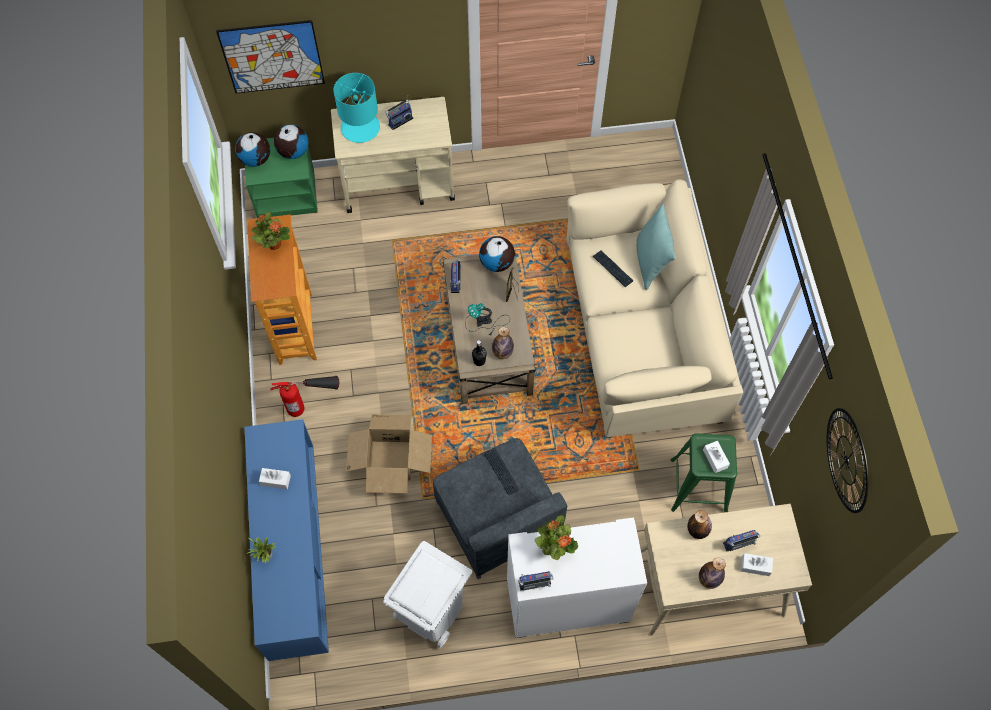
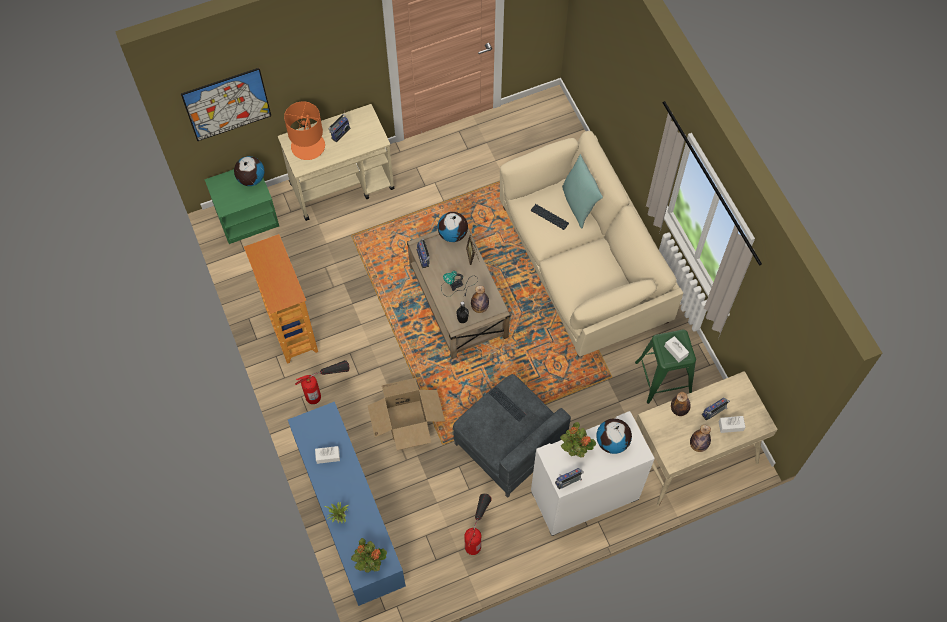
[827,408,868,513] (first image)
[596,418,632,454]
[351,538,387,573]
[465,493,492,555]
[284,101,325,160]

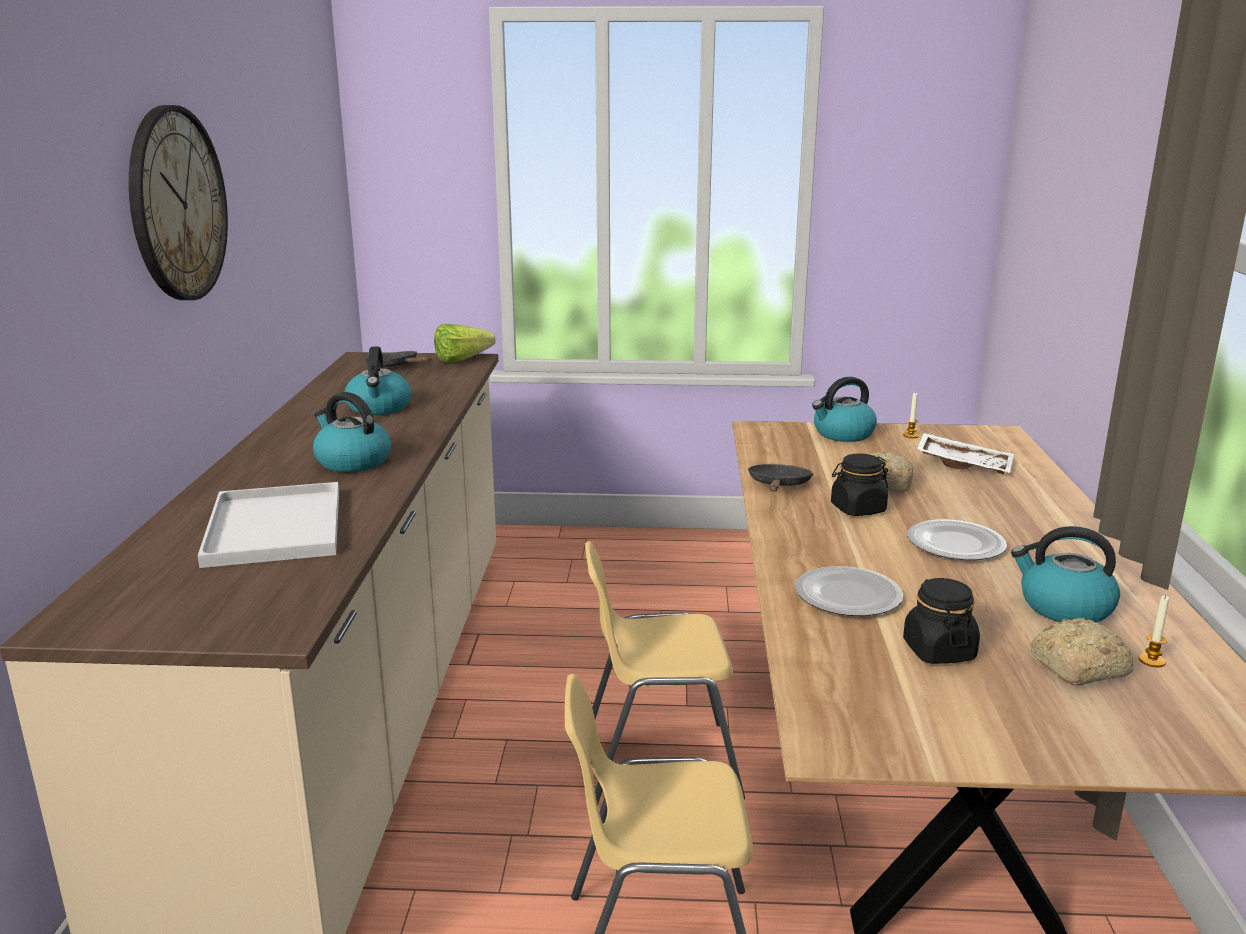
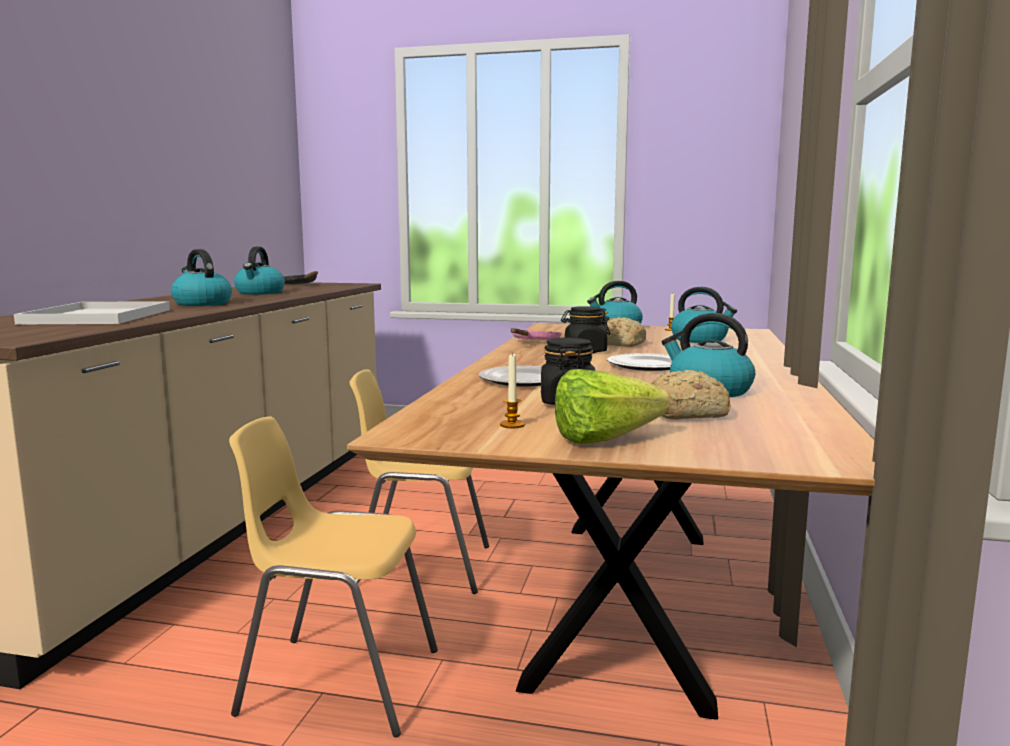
[129,105,228,300] (first image)
[555,369,669,444]
[500,352,525,428]
[671,287,737,343]
[511,328,562,340]

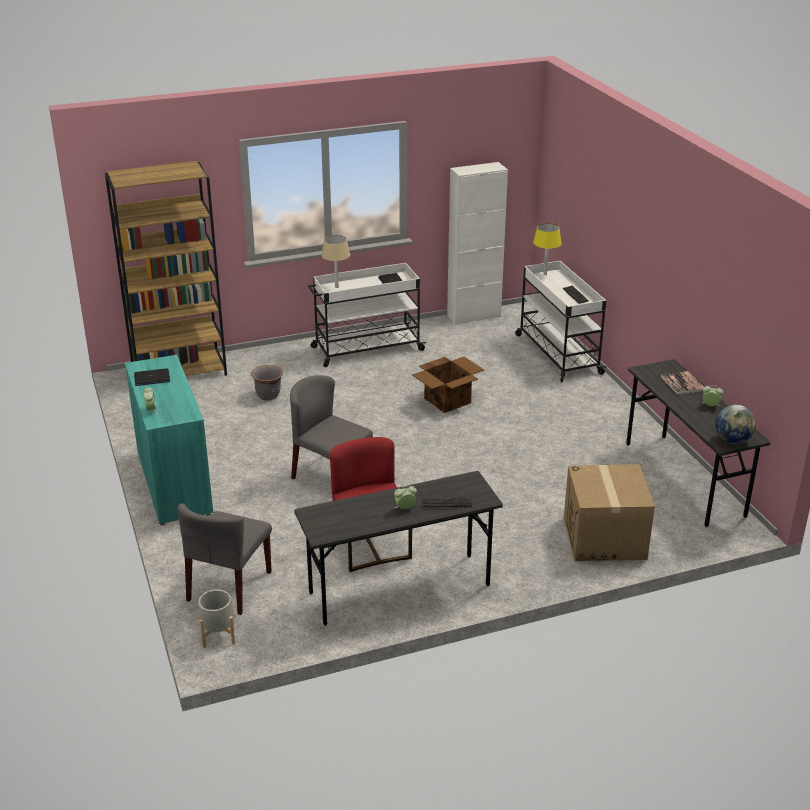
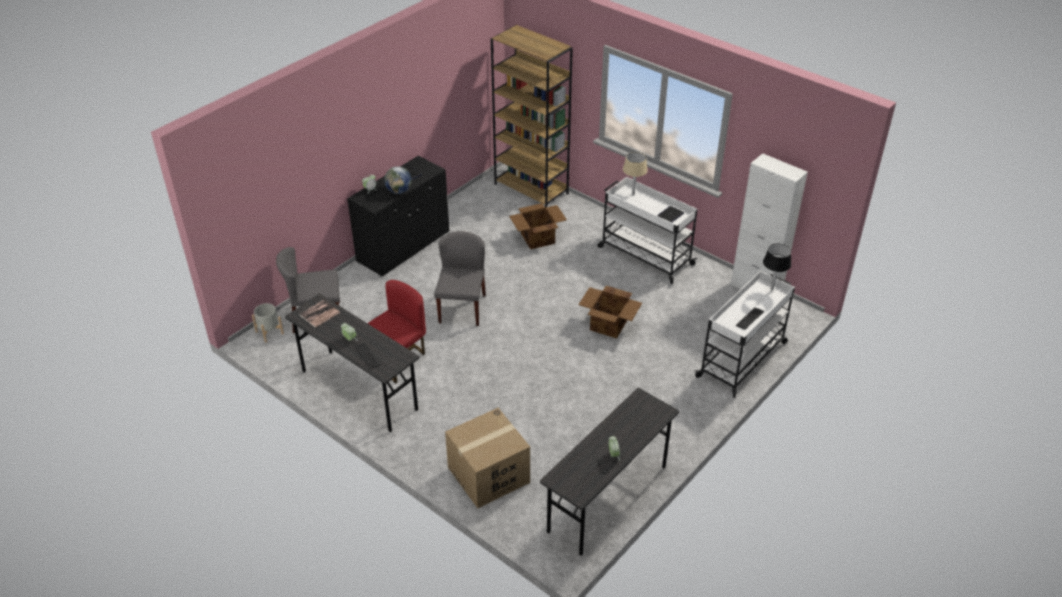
[300,300,340,328]
[384,166,412,194]
[509,203,567,249]
[347,156,449,277]
[763,244,791,290]

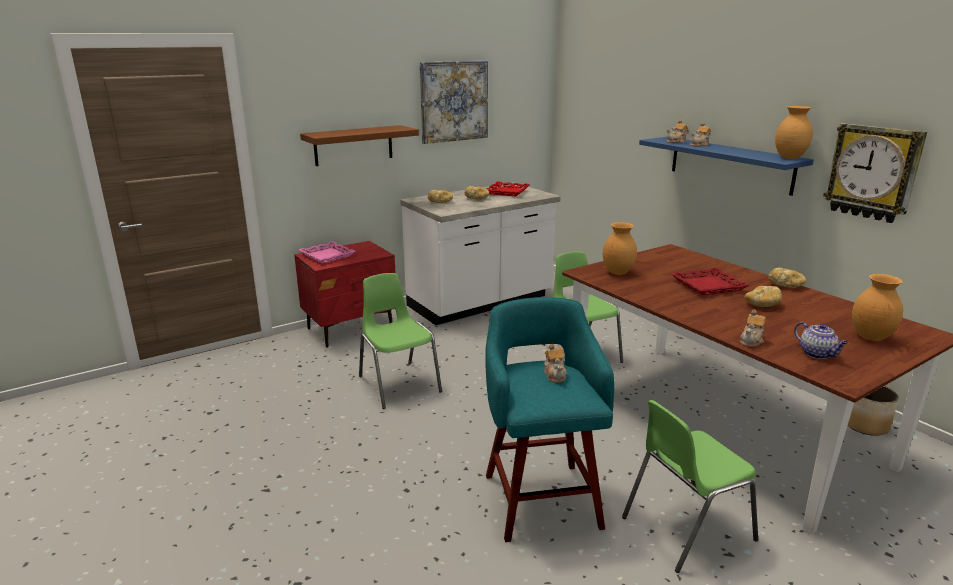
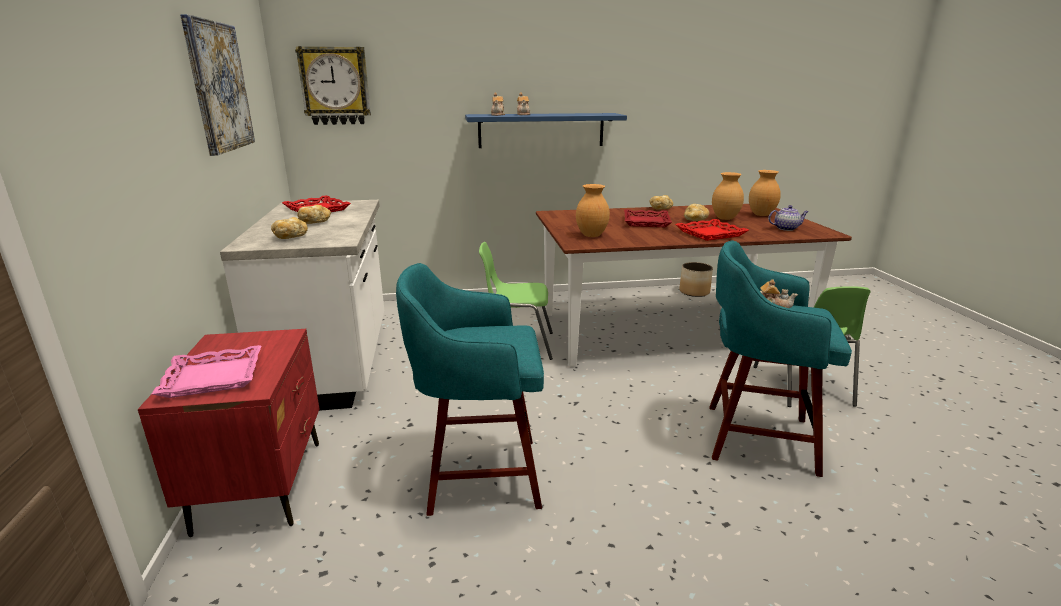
[300,125,419,166] (first image)
[740,309,766,347] (first image)
[675,219,749,241]
[712,172,744,220]
[295,46,371,125]
[396,263,544,516]

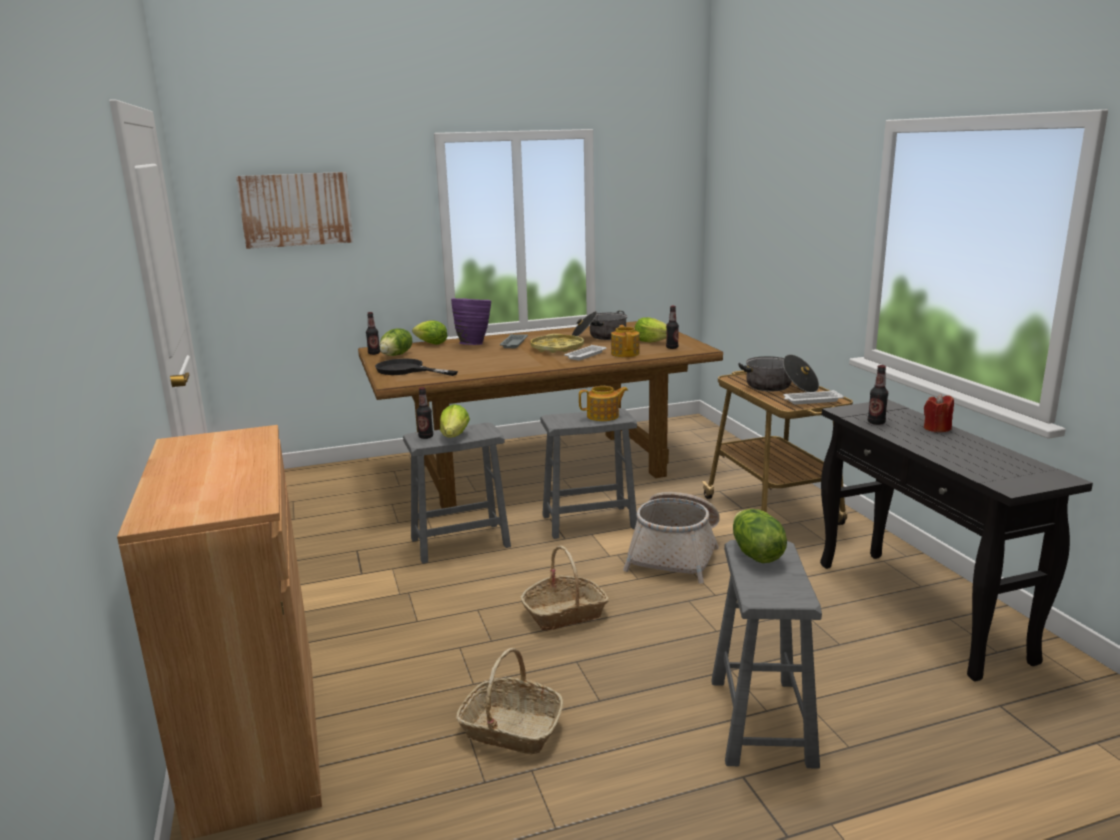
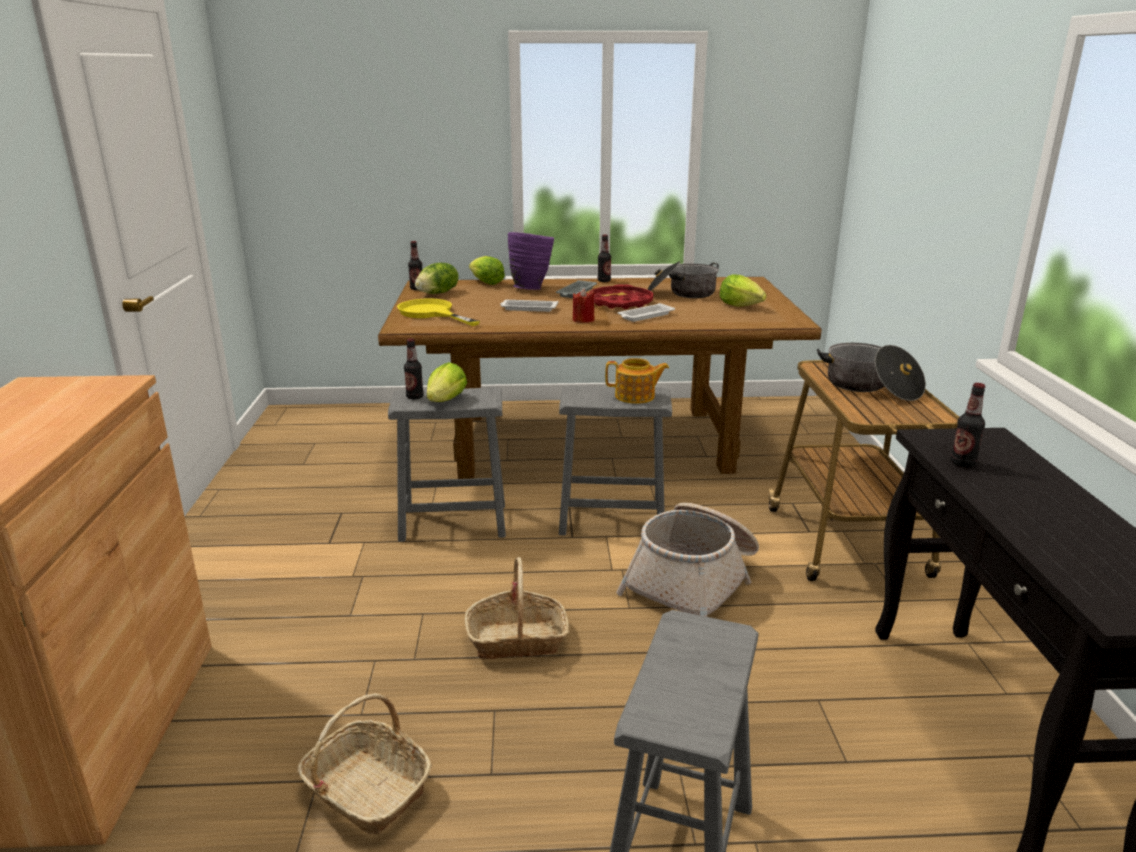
[236,172,353,249] (first image)
[611,325,640,357] (first image)
[733,509,787,563] (first image)
[598,235,611,282]
[500,300,558,312]
[573,288,595,323]
[397,299,480,326]
[589,284,653,309]

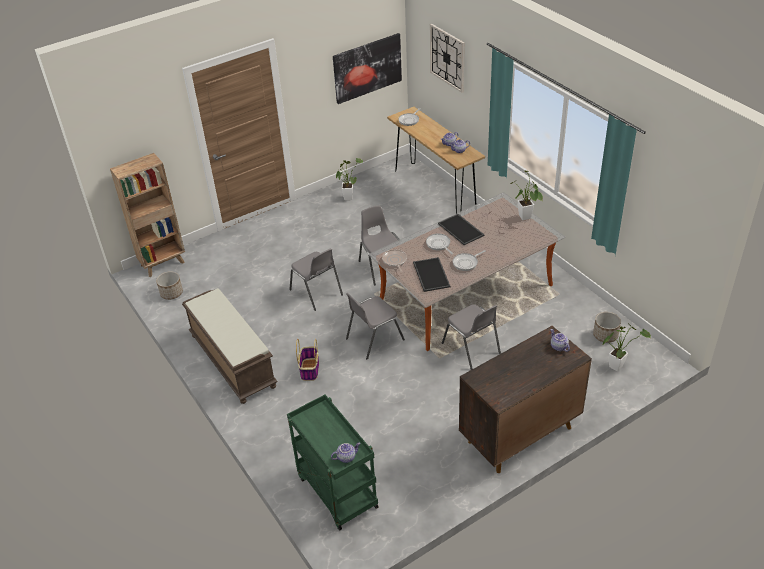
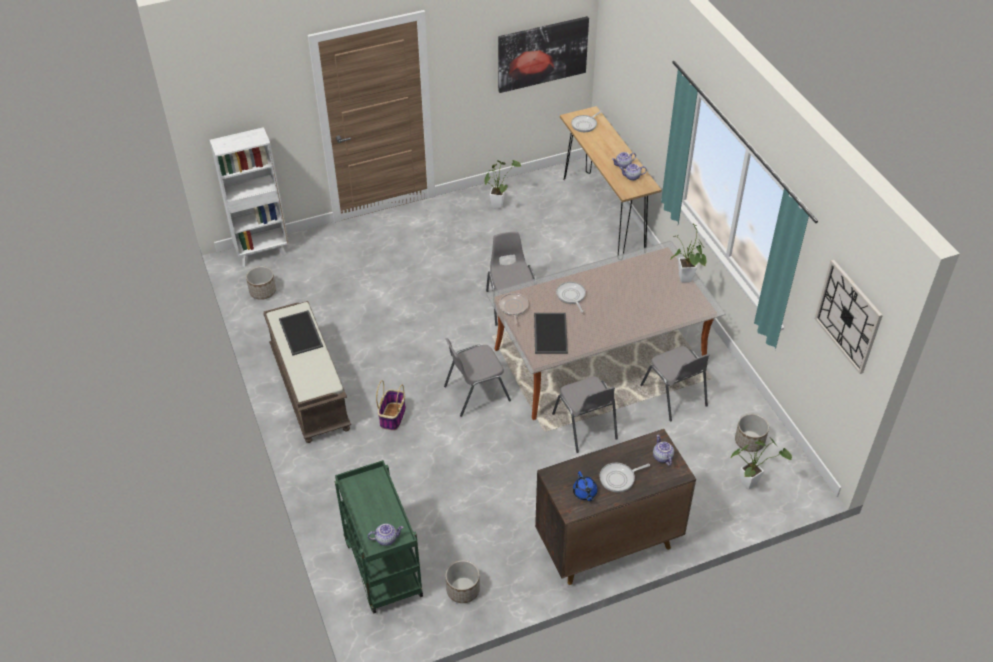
[445,560,480,603]
[573,471,598,501]
[640,346,710,421]
[815,260,883,374]
[279,310,323,356]
[599,463,650,492]
[210,127,289,267]

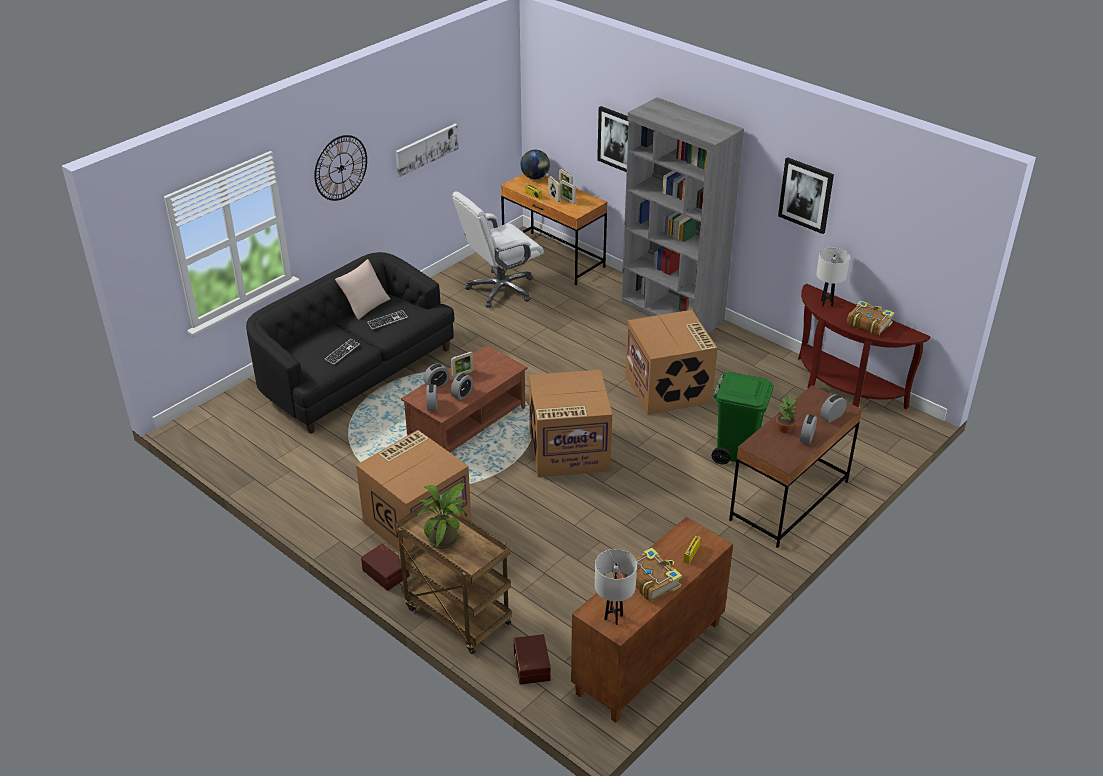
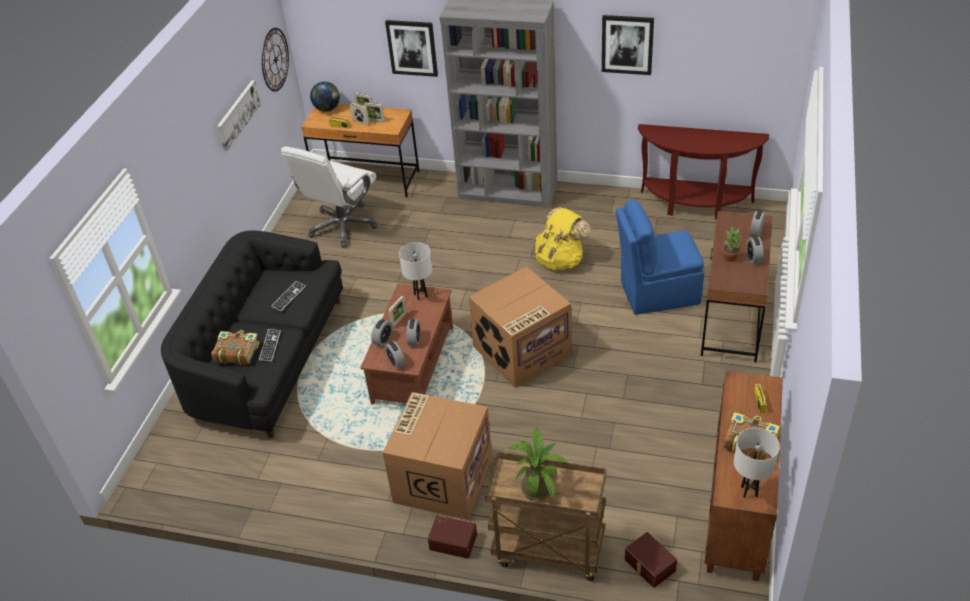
[335,259,390,320] (first image)
[262,28,289,92]
[399,242,432,301]
[211,330,260,365]
[535,207,590,270]
[616,199,704,315]

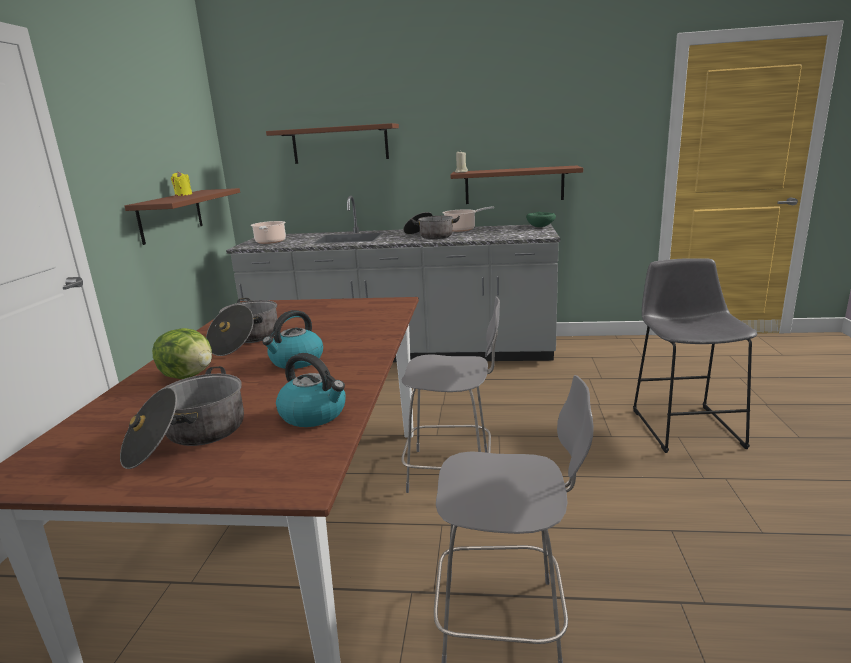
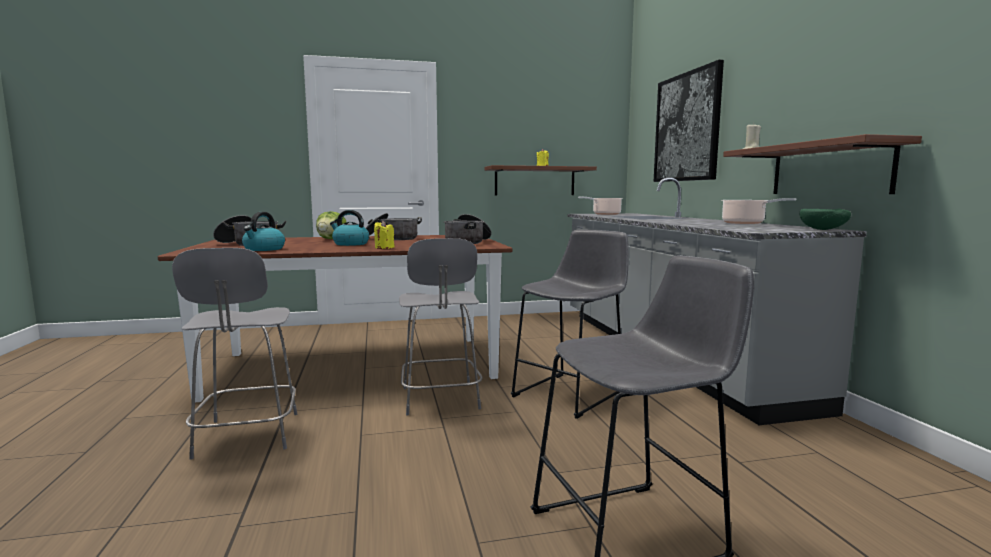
[374,221,394,249]
[511,230,629,419]
[444,214,491,244]
[654,60,724,182]

